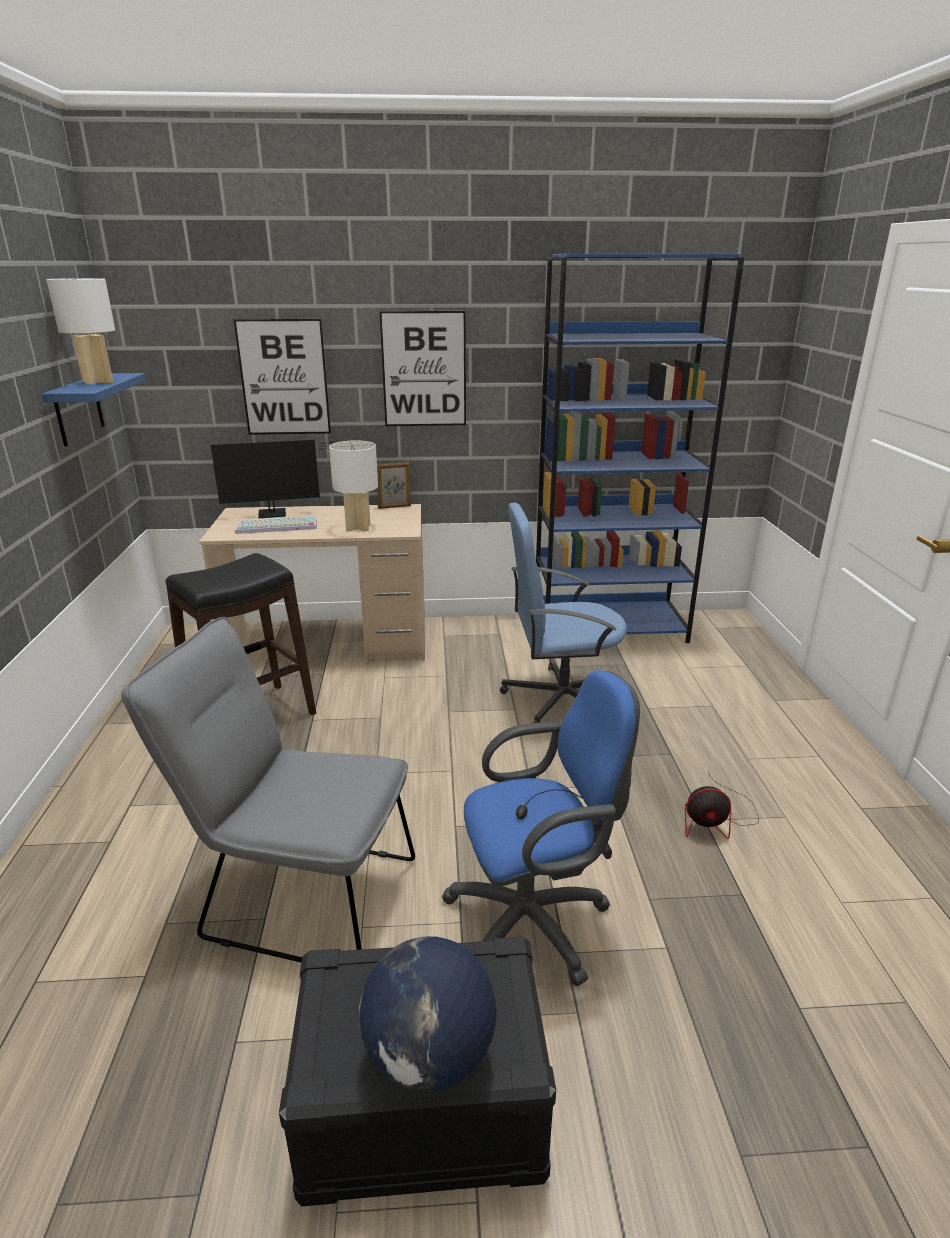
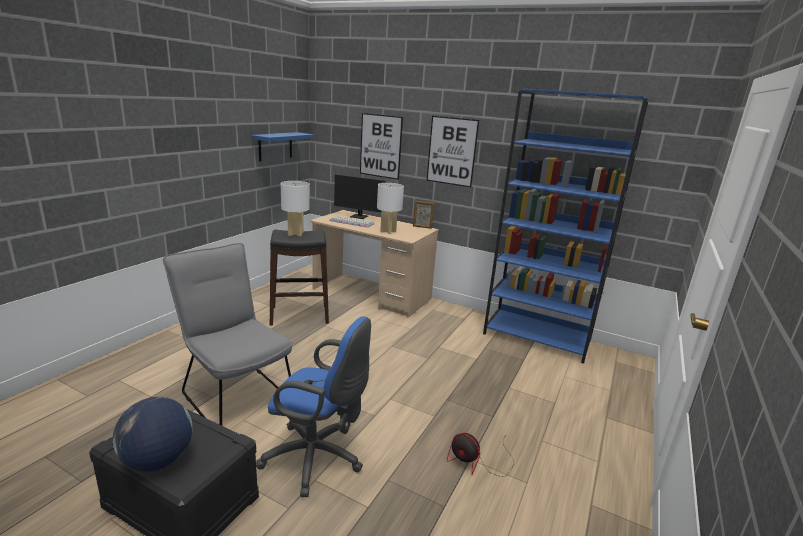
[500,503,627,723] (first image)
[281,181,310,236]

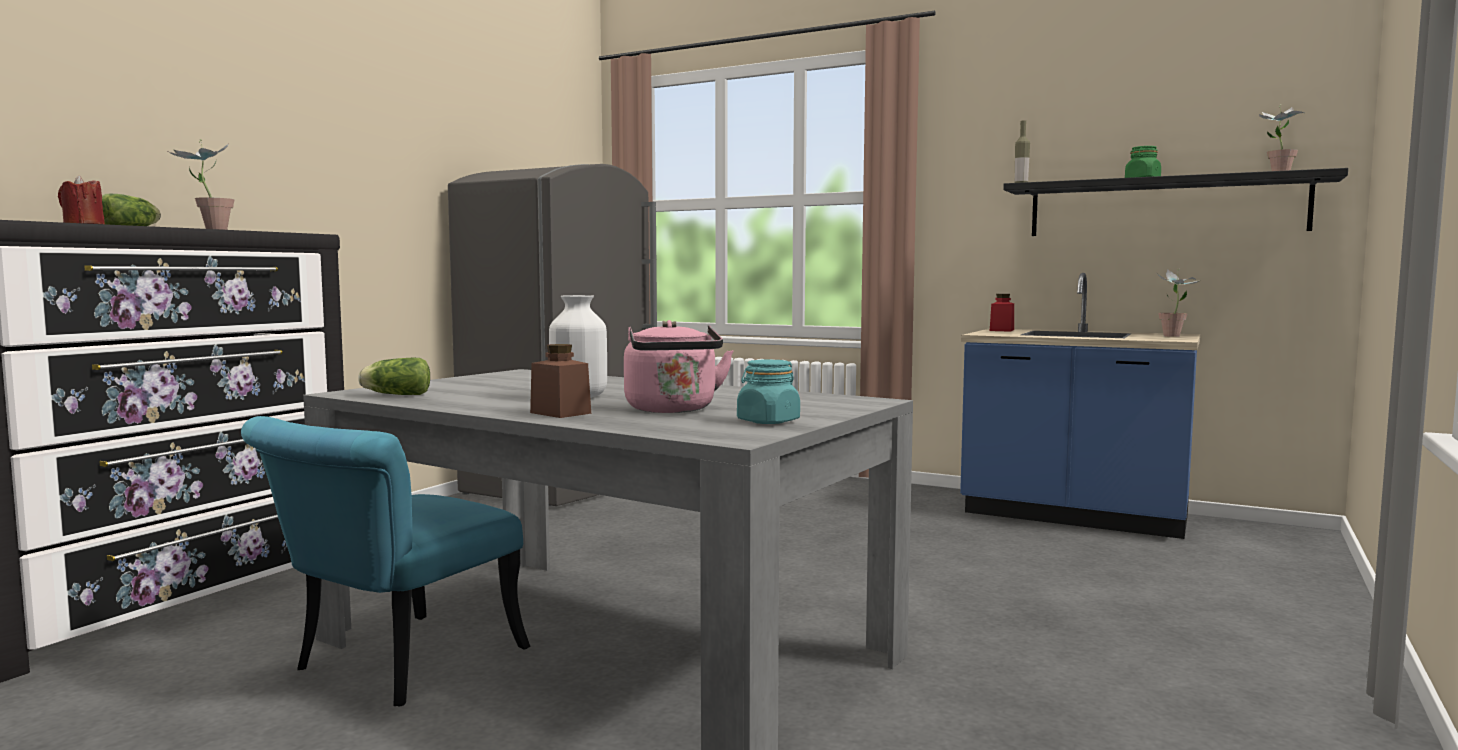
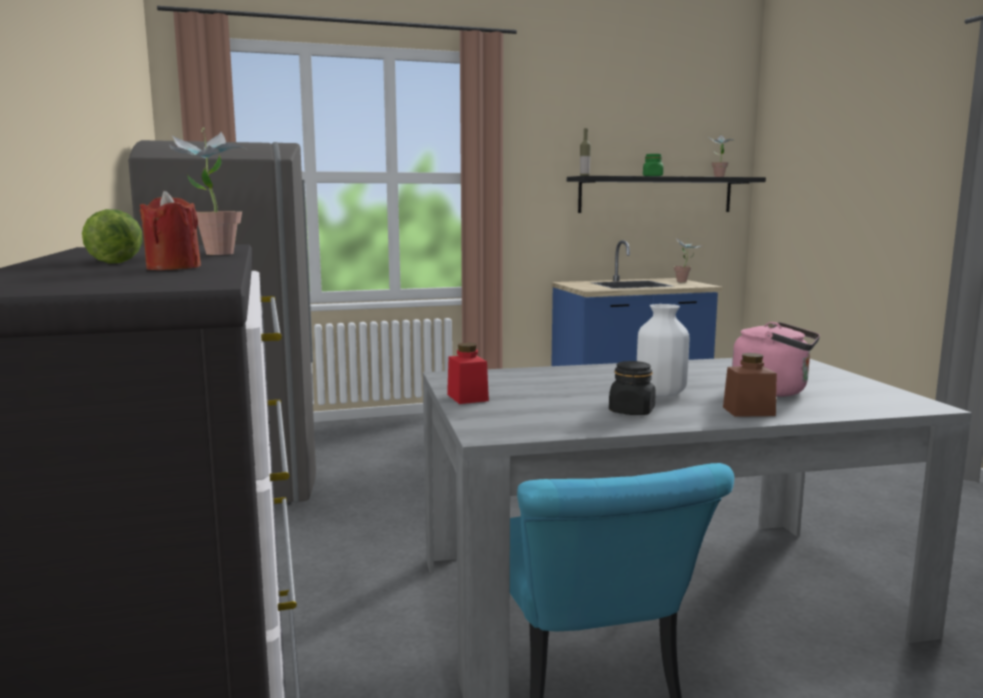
[358,358,430,395] (first image)
[737,360,800,424] (first image)
[609,361,656,415]
[447,343,489,404]

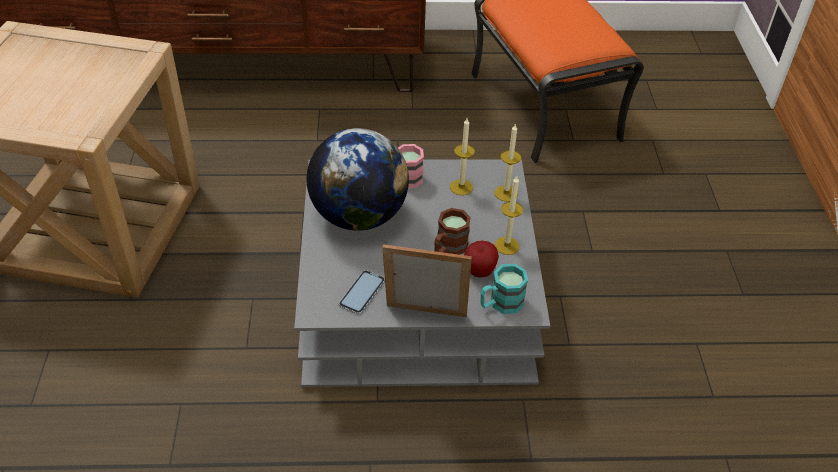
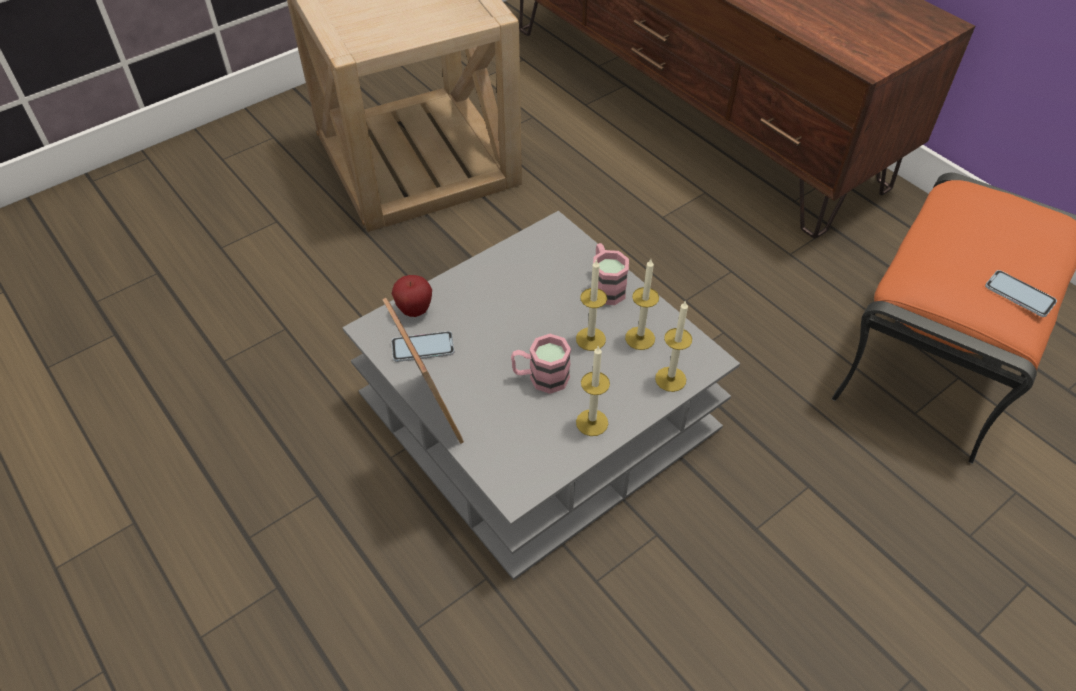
[306,128,409,231] (first image)
[480,264,528,314] (first image)
[576,259,607,351]
[985,270,1057,317]
[392,275,432,317]
[511,334,571,394]

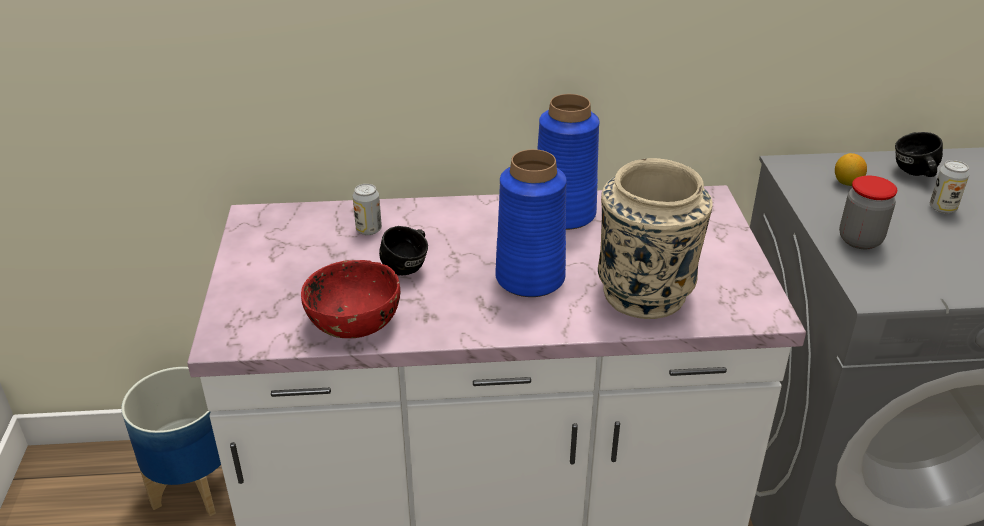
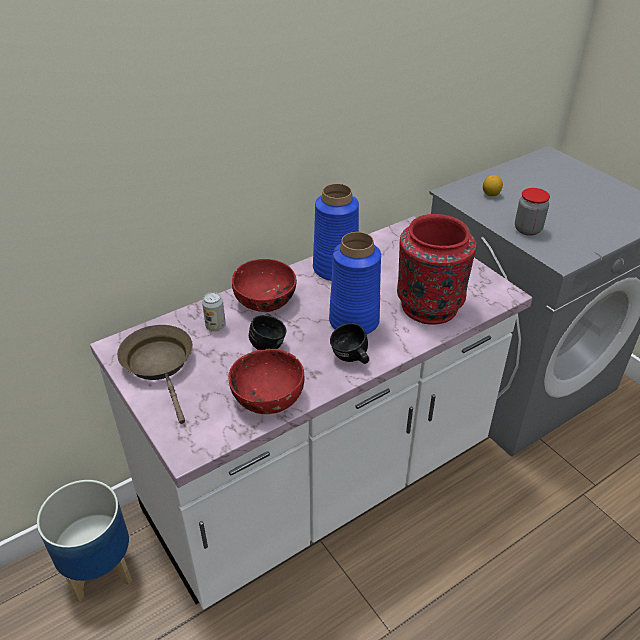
[930,160,969,214] (first image)
[117,325,193,424]
[232,259,297,312]
[330,323,369,364]
[397,214,477,324]

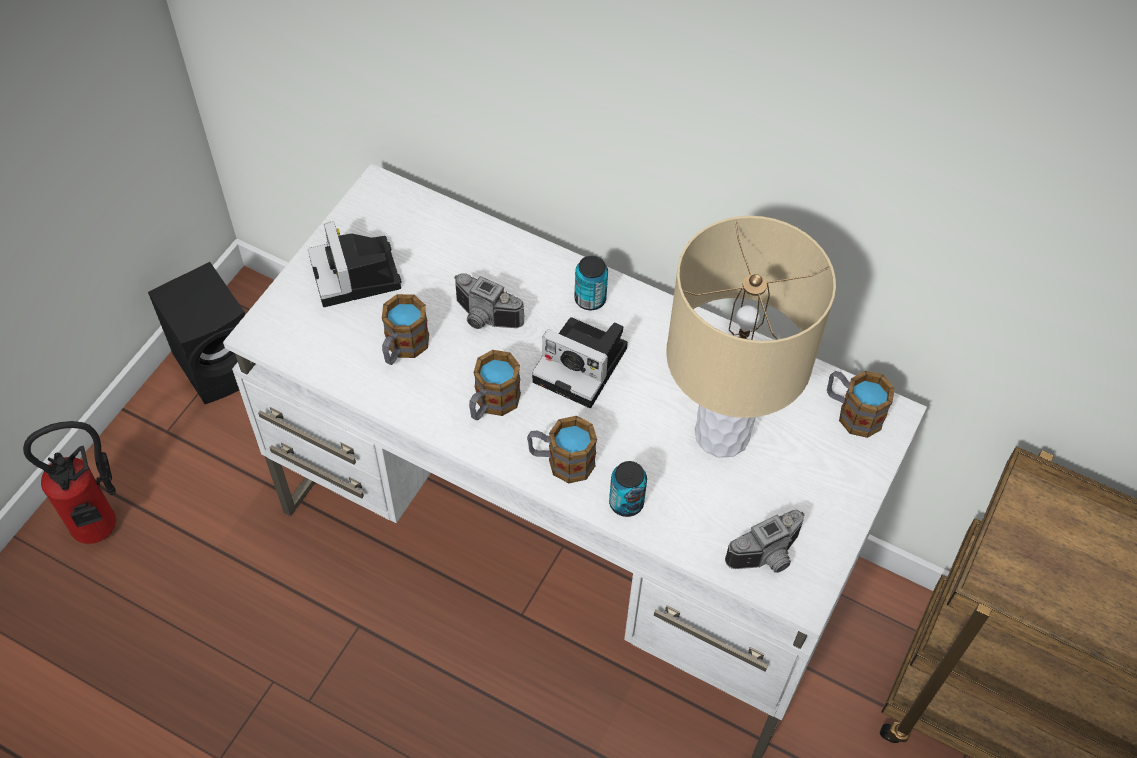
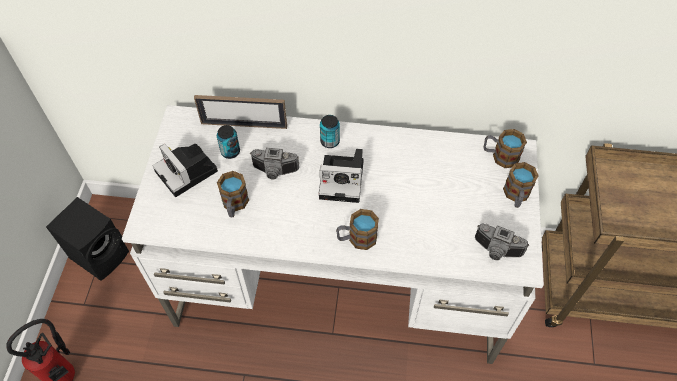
[666,216,836,458] (first image)
[194,95,287,129]
[503,162,539,208]
[217,125,240,159]
[475,223,529,260]

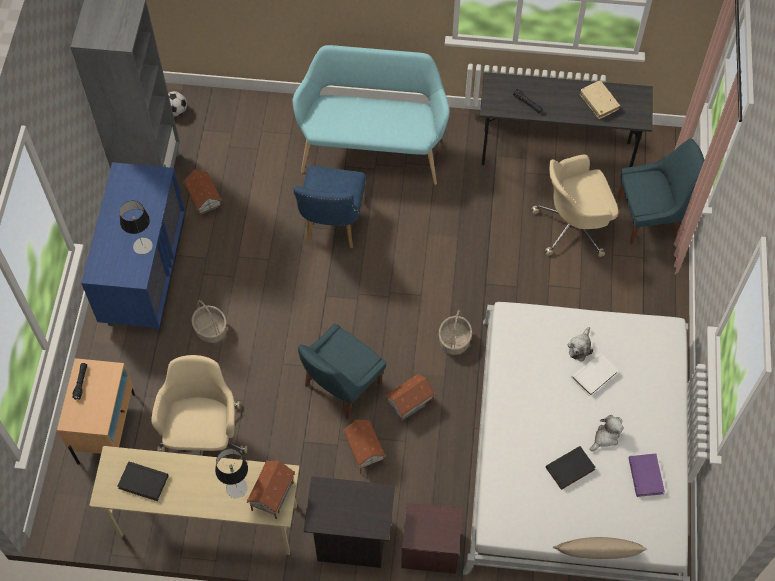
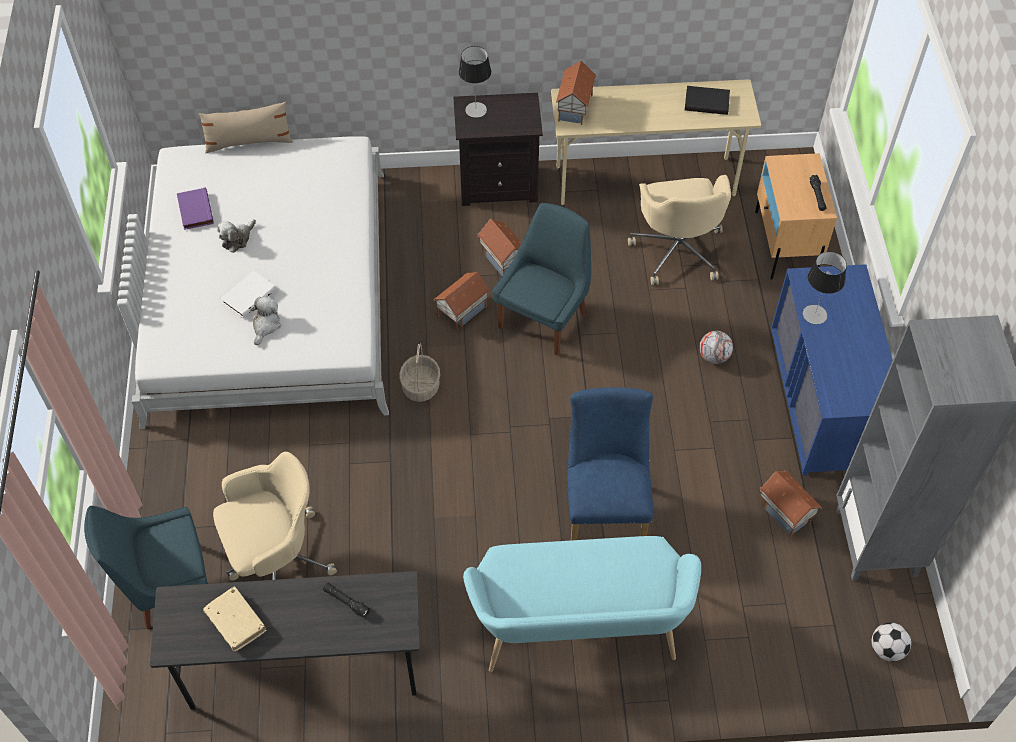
[401,503,463,574] (first image)
[546,446,596,490] (first image)
[459,46,491,118]
[699,331,733,364]

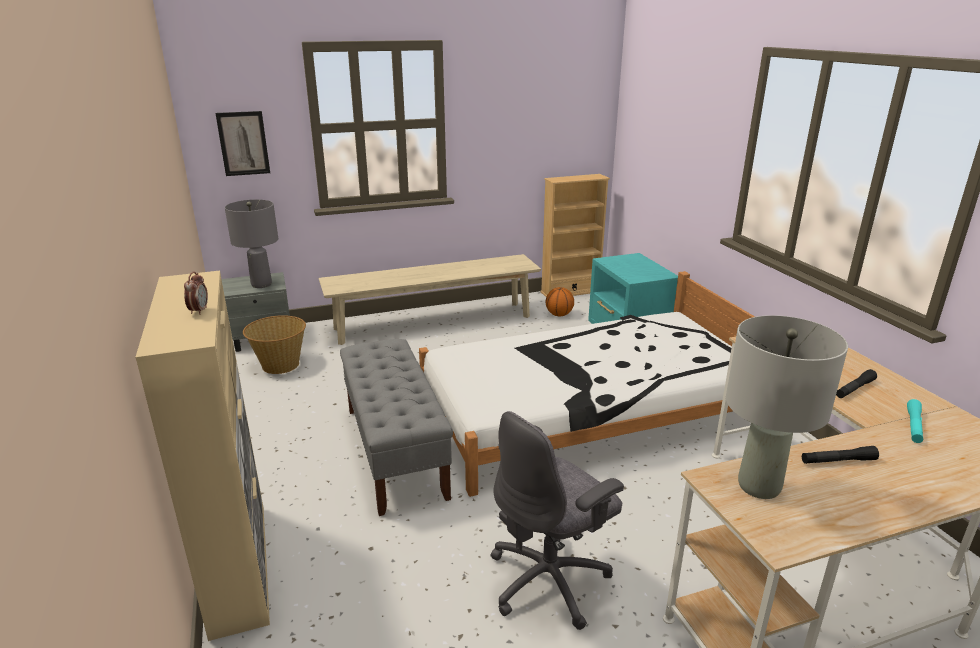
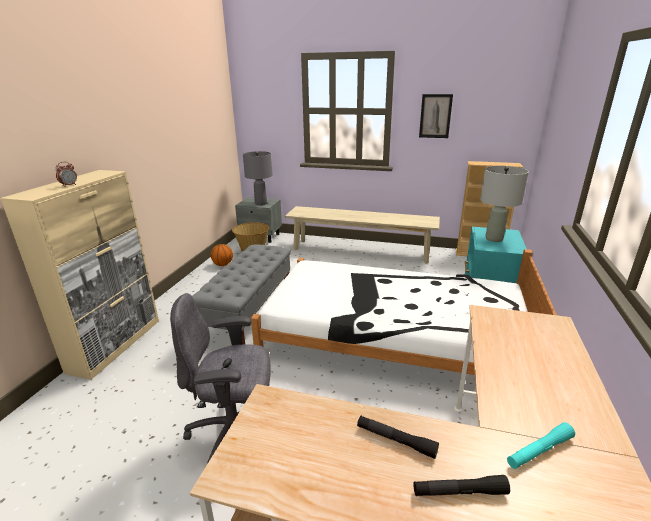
[419,94,453,138]
[211,244,233,266]
[480,166,529,242]
[414,475,510,496]

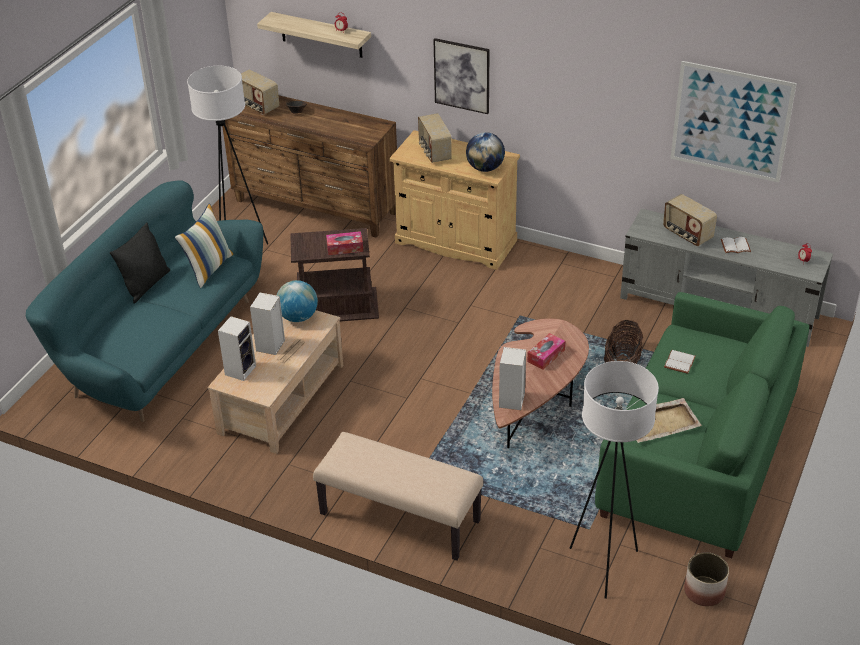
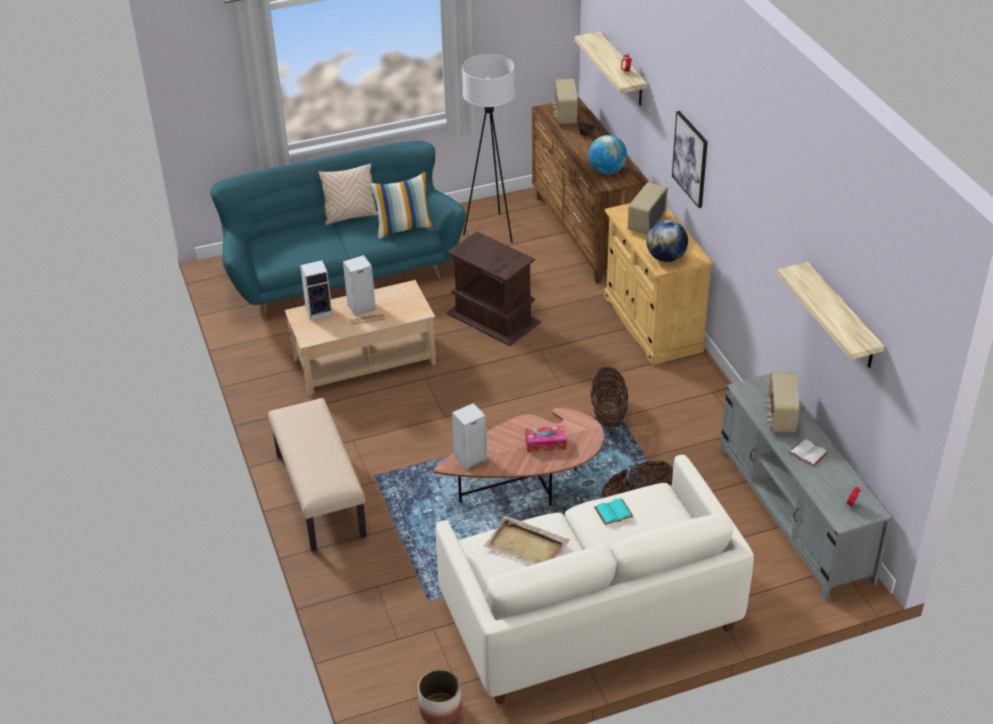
[326,231,363,255] (first image)
[570,361,659,599] (first image)
[591,367,628,428]
[589,135,627,174]
[777,262,884,368]
[318,163,378,225]
[436,455,754,705]
[594,498,633,525]

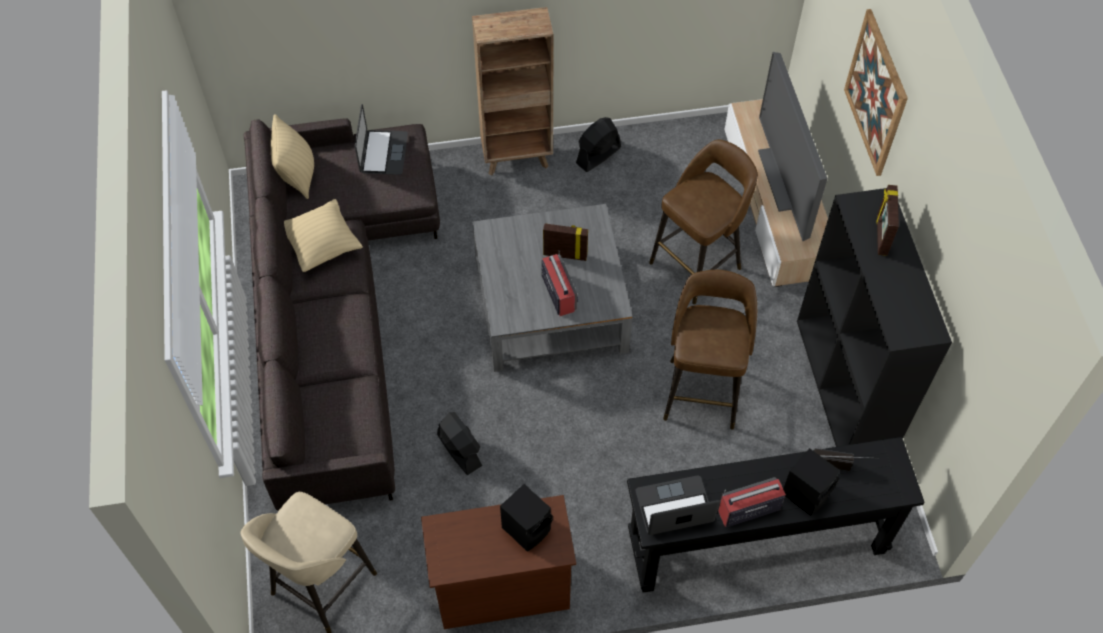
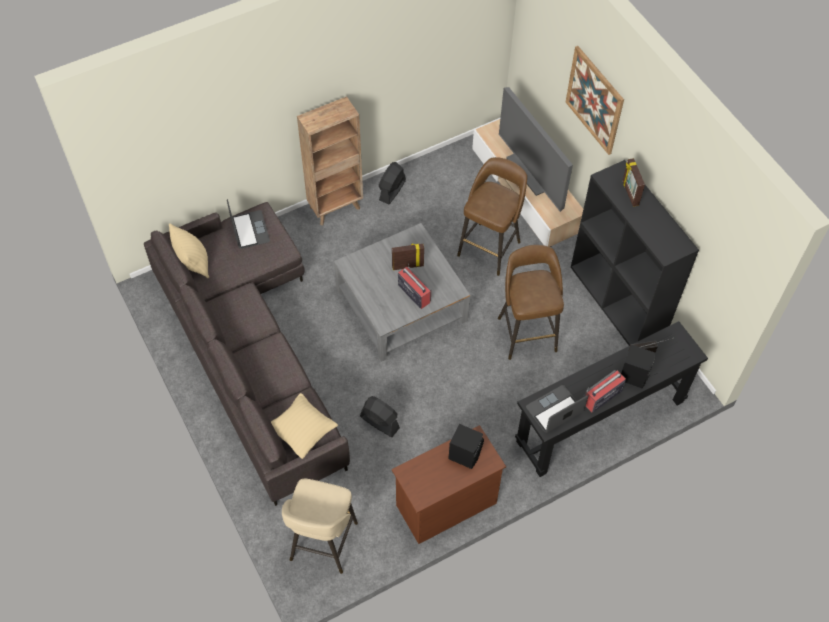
[271,393,338,459]

